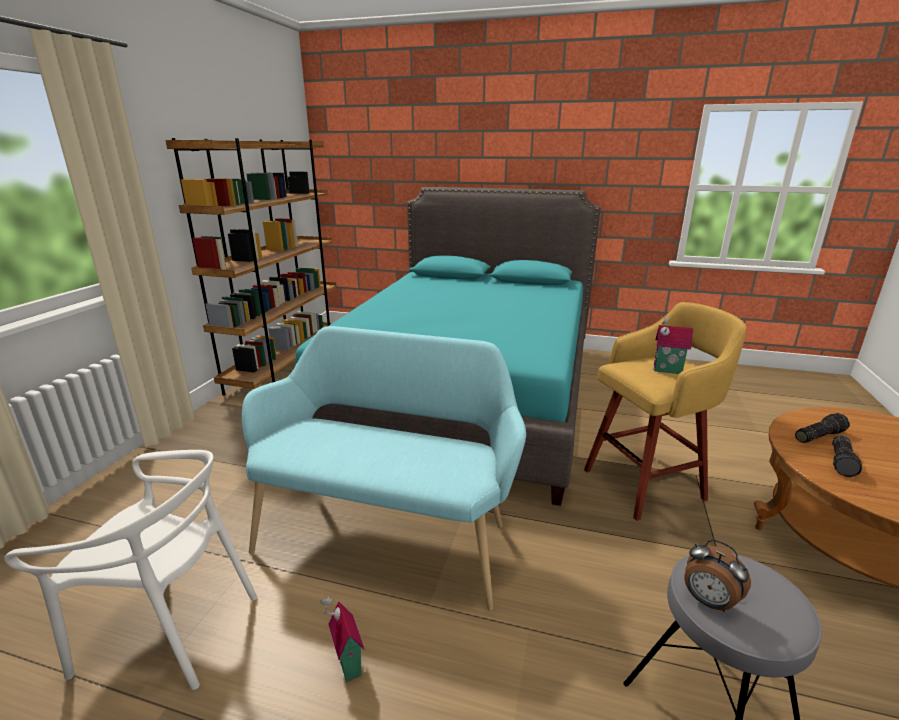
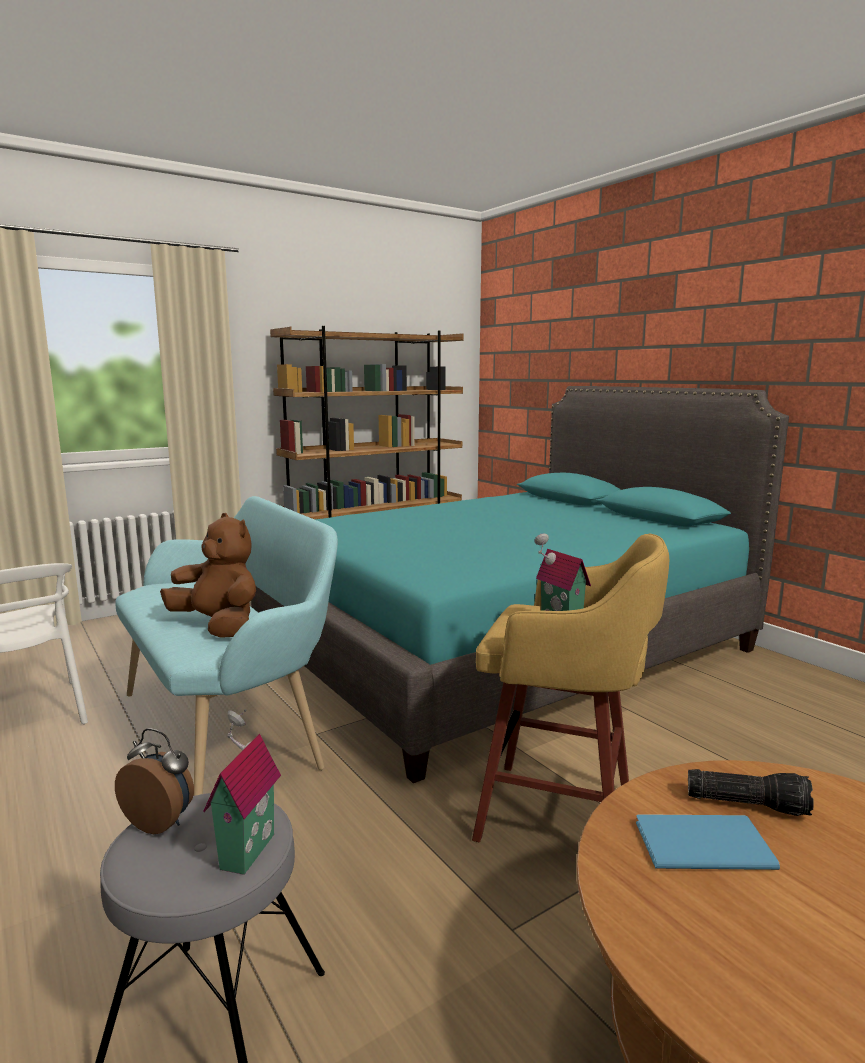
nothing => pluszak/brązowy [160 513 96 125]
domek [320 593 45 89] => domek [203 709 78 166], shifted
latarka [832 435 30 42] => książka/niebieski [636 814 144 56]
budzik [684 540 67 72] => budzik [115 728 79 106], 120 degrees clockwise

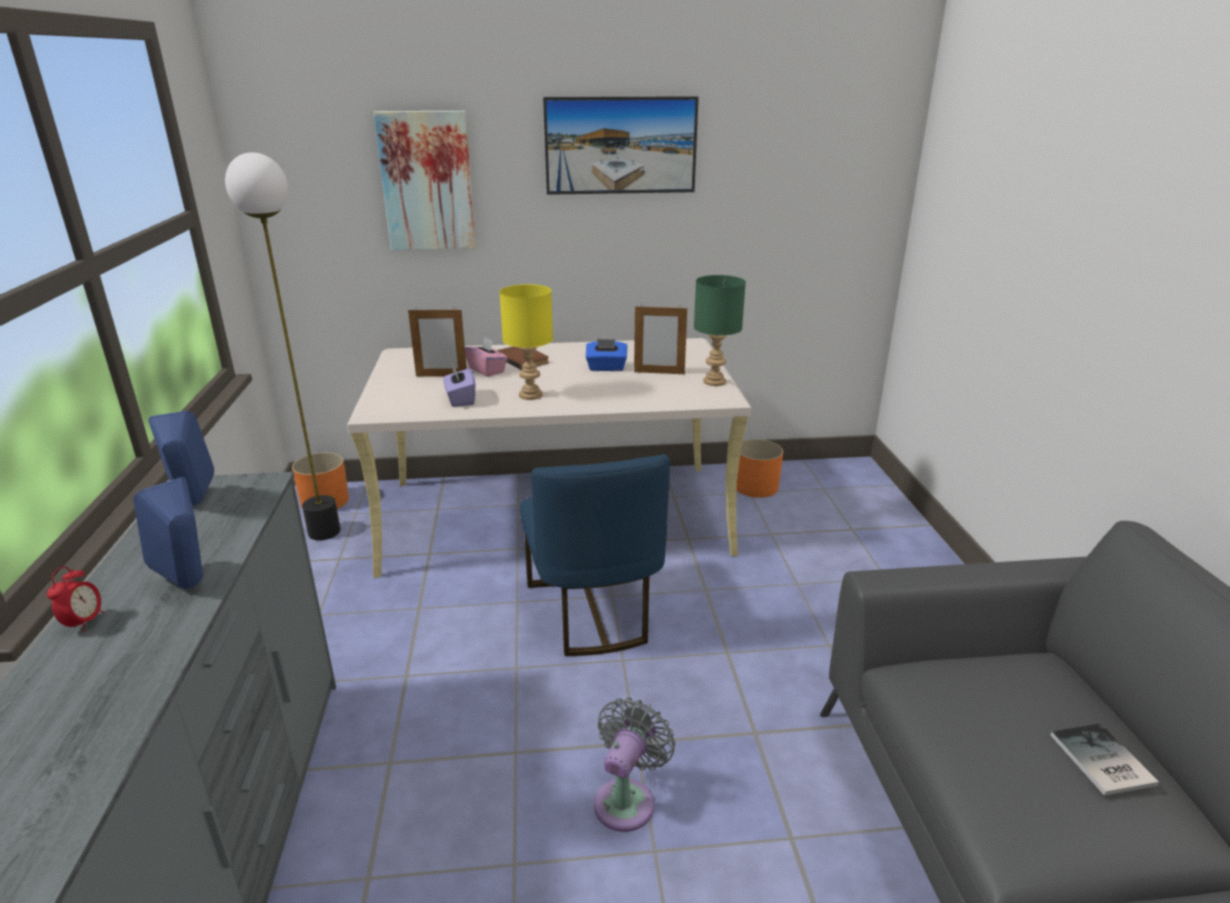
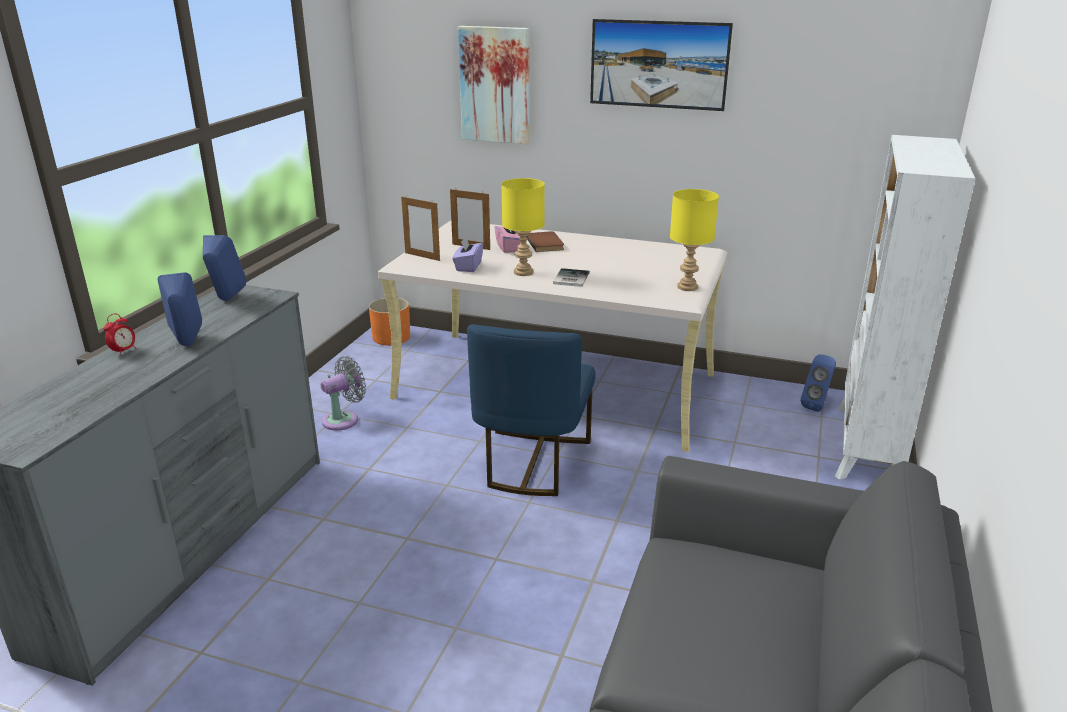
lampa stojąca [225 152 116 388] => nothing
pudełko chusteczek/niebieski [586 339 41 32] => nothing
donica/pomarańczowy [737 439 46 59] => nothing
nothing => głośnik/niebieski [801 354 35 58]
nothing => regał/biały [835 135 141 345]
wentylator/szary [594 698 82 134] => wentylator/szary [321 356 45 75], shifted
ramka na zdjęcie [634 304 53 70] => ramka na zdjęcie [401 195 39 66], shifted
książka [1050 723 109 73] => książka [553 268 37 19], shifted
lampa stołowa/zielony [694 275 52 111] => lampa stołowa/żółty [670 189 49 102]

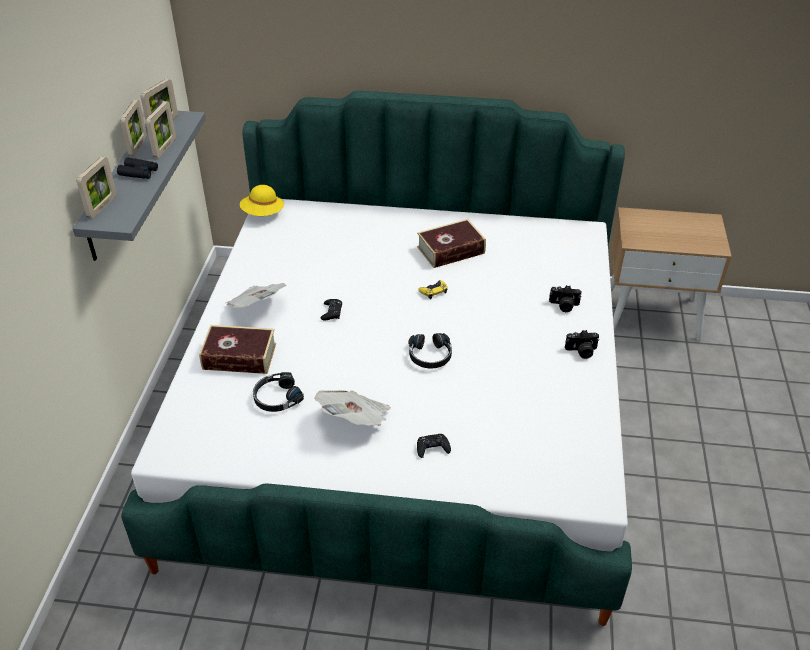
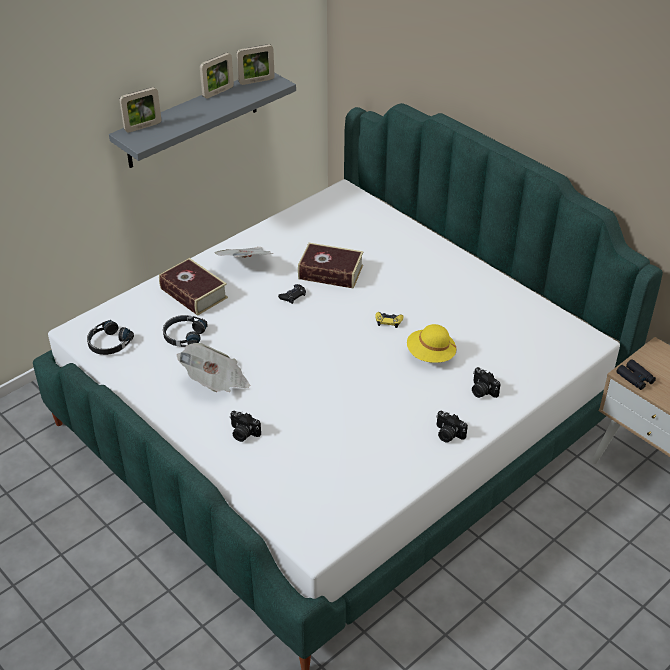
ramka na zdjęcie [146 101 30 57] => nothing
lornetka/czarny [117 157 41 22] => lornetka/czarny [616 359 40 31], shifted
kapelusz/żółty [240 185 44 31] => kapelusz/żółty [407 324 50 39], shifted
słuchawki/czarny [408 333 44 36] => słuchawki/czarny [87 320 47 35], shifted
książka [417 219 69 49] => książka [298 243 65 46], shifted
pad do gier/czarny [417 434 34 24] => aparat fotograficzny [230 411 31 31]

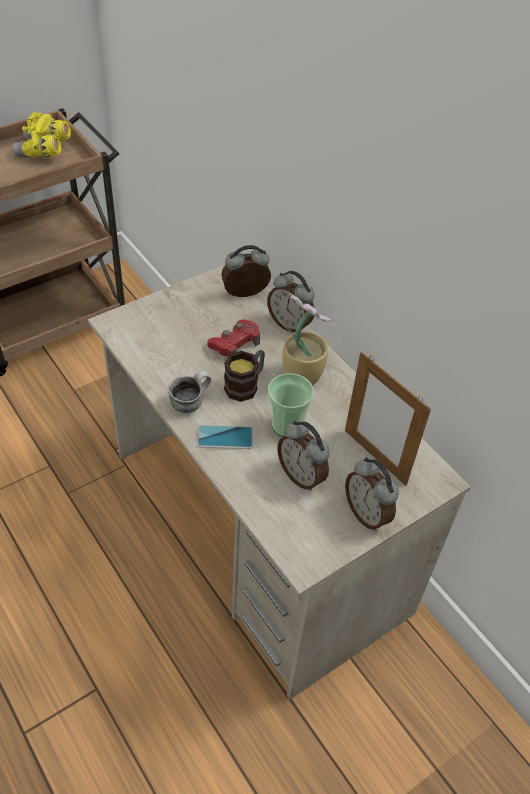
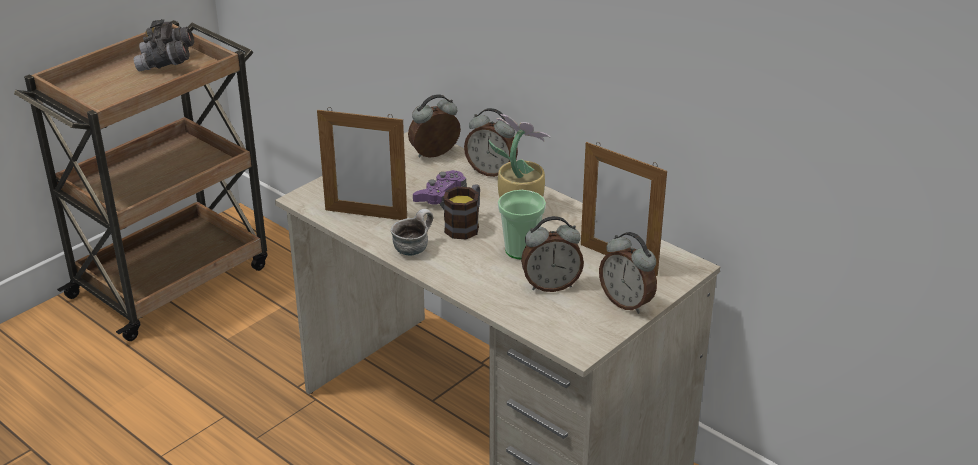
telefon [197 425 56 24] => nothing
nothing => ramka na zdjęcie [317 107 90 113]
lornetka/żółty [13 112 58 45] => lornetka/szary [133 19 61 53]
pad do gier/czerwony [208 319 52 37] => pad do gier/fioletowy [413 170 54 40]
budzik [277 421 53 70] => budzik [521 216 63 76], 45 degrees counterclockwise

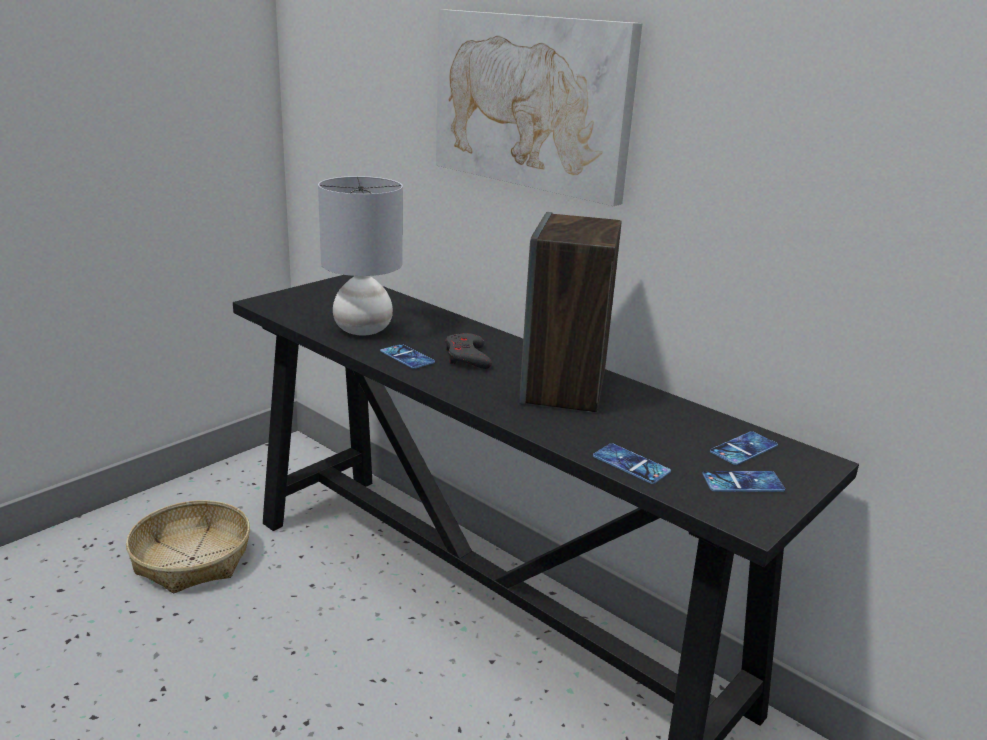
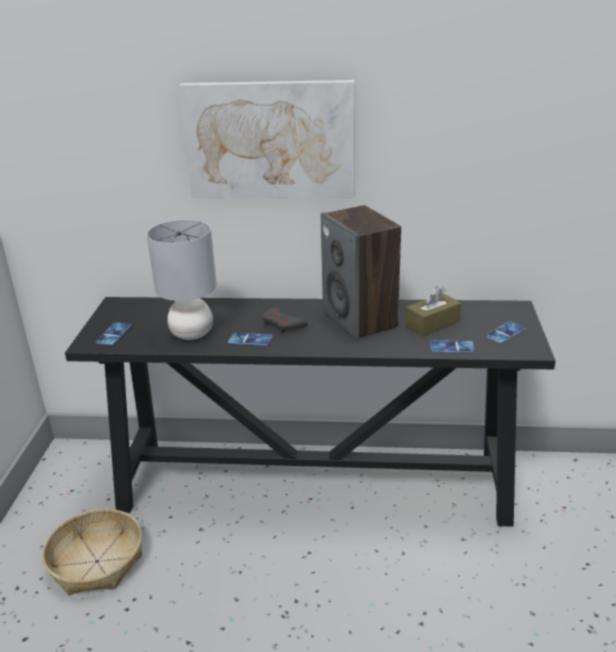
nothing => pudełko chusteczek/brązowy [405 286 56 50]
telefon [710 431 68 34] => telefon [95 322 36 23], shifted

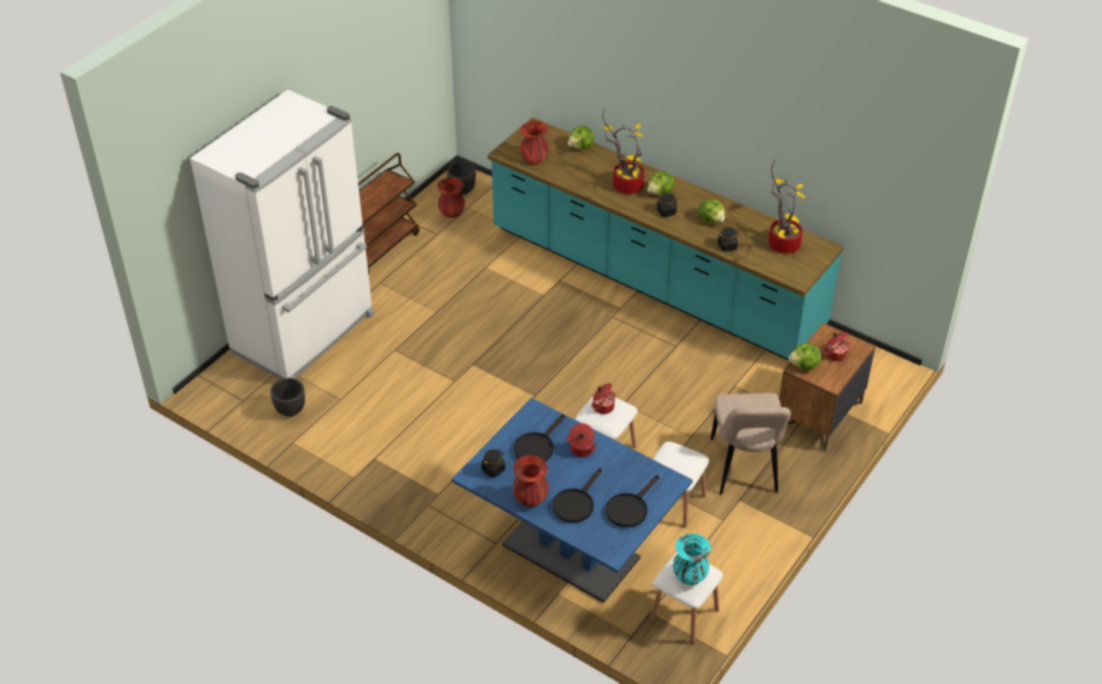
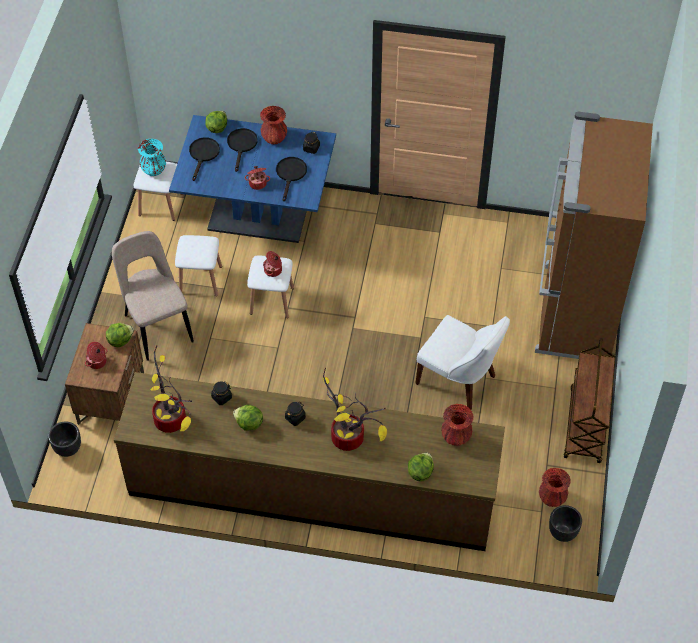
nothing => krzesło/biały [415 315 95 95]
donica/czarny [270 378 35 39] => donica/czarny [48 421 33 36], shifted
sałata [647 171 28 25] => sałata [205 111 22 22], shifted
lodówka/biały [190 90 184 289] => lodówka/brązowy [535 111 118 248]
zabudowa kuchenna/turkusowy [488 117 356 244] => zabudowa kuchenna/brązowy [114 372 391 179]

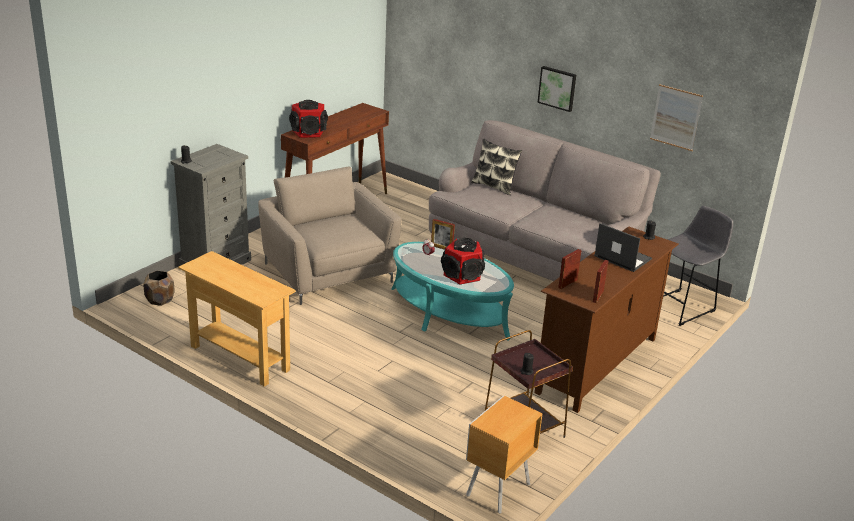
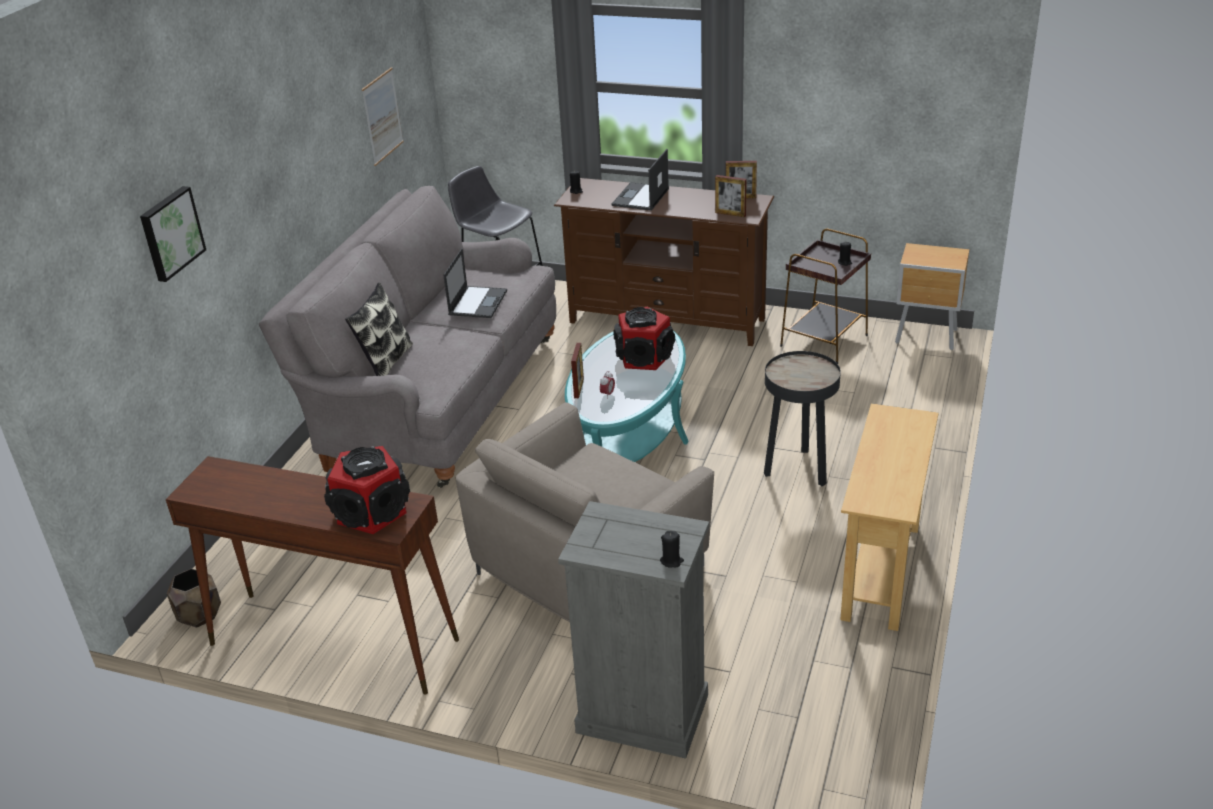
nothing => laptop [443 248 64 70]
nothing => stolik/czarny [764 351 77 135]
donica/brązowy [143 271 32 35] => donica/brązowy [167 568 54 60], shifted
obraz [537 66 39 46] => obraz [140 186 66 96], shifted

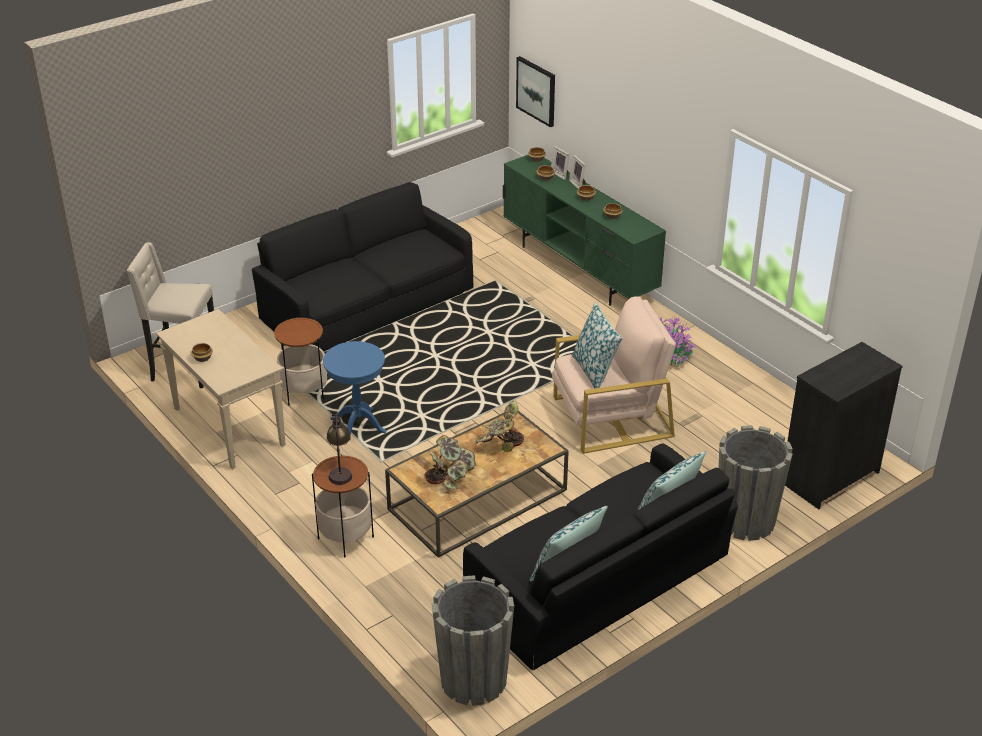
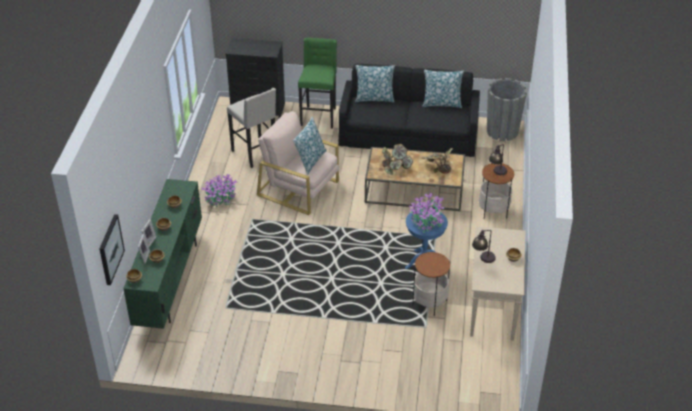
kanapa/czarny [252 182 221 170] => nothing
nothing => roślina doniczkowa [409 193 36 40]
nothing => lampa stołowa [472 230 24 33]
stołek/beżowy [126 242 88 146] => stołek/beżowy [227 88 49 80], shifted
donica/szary [719 425 74 116] => stołek/zielony [298 38 39 91]

